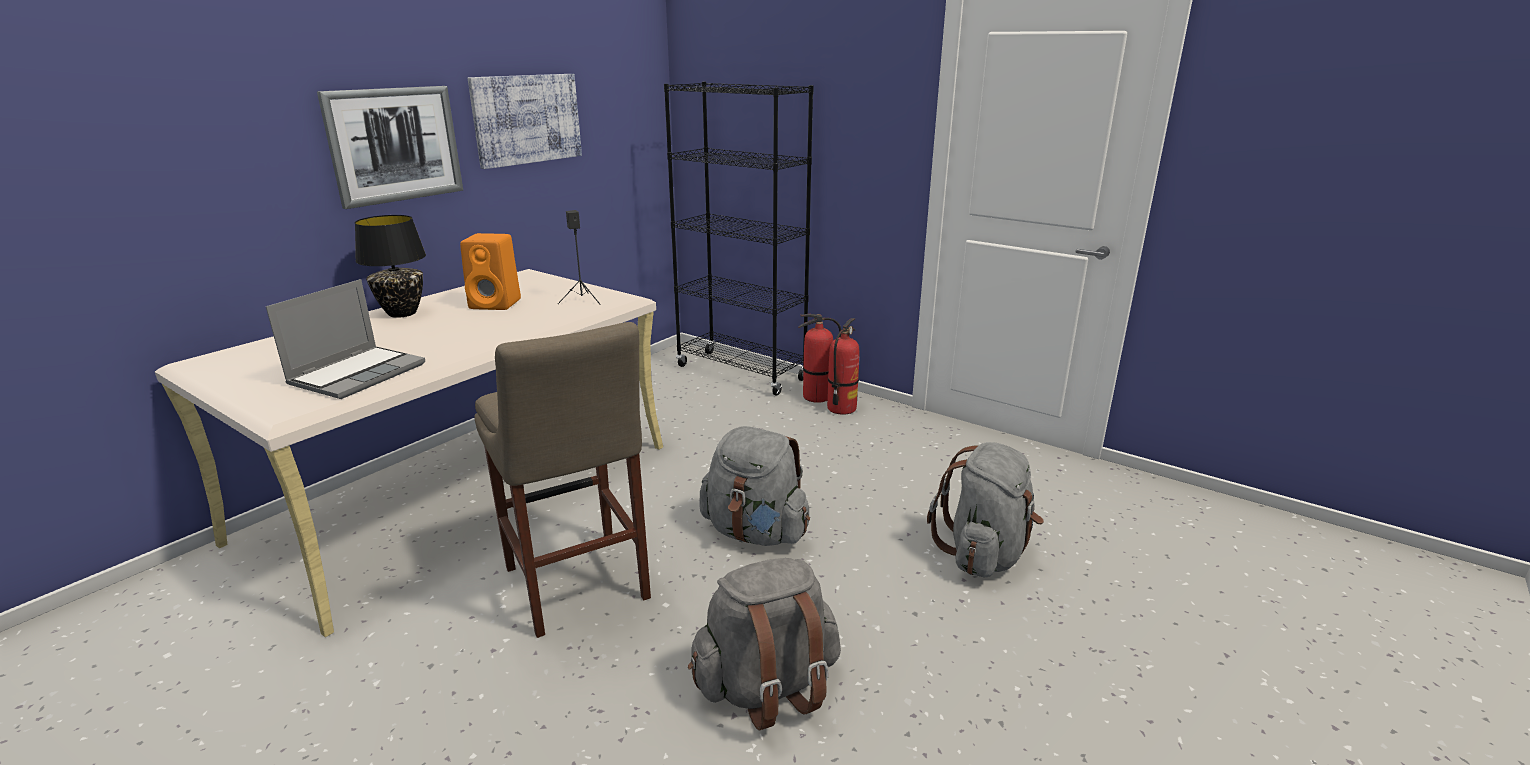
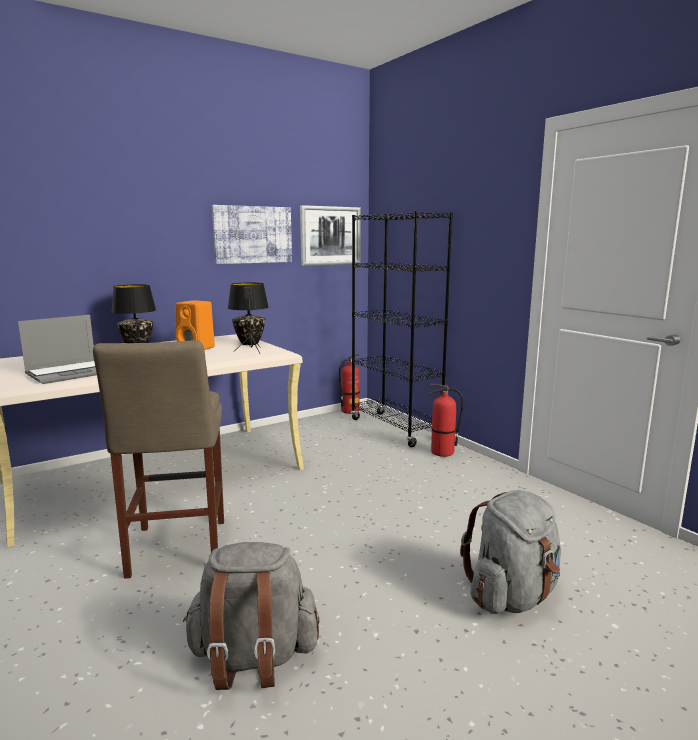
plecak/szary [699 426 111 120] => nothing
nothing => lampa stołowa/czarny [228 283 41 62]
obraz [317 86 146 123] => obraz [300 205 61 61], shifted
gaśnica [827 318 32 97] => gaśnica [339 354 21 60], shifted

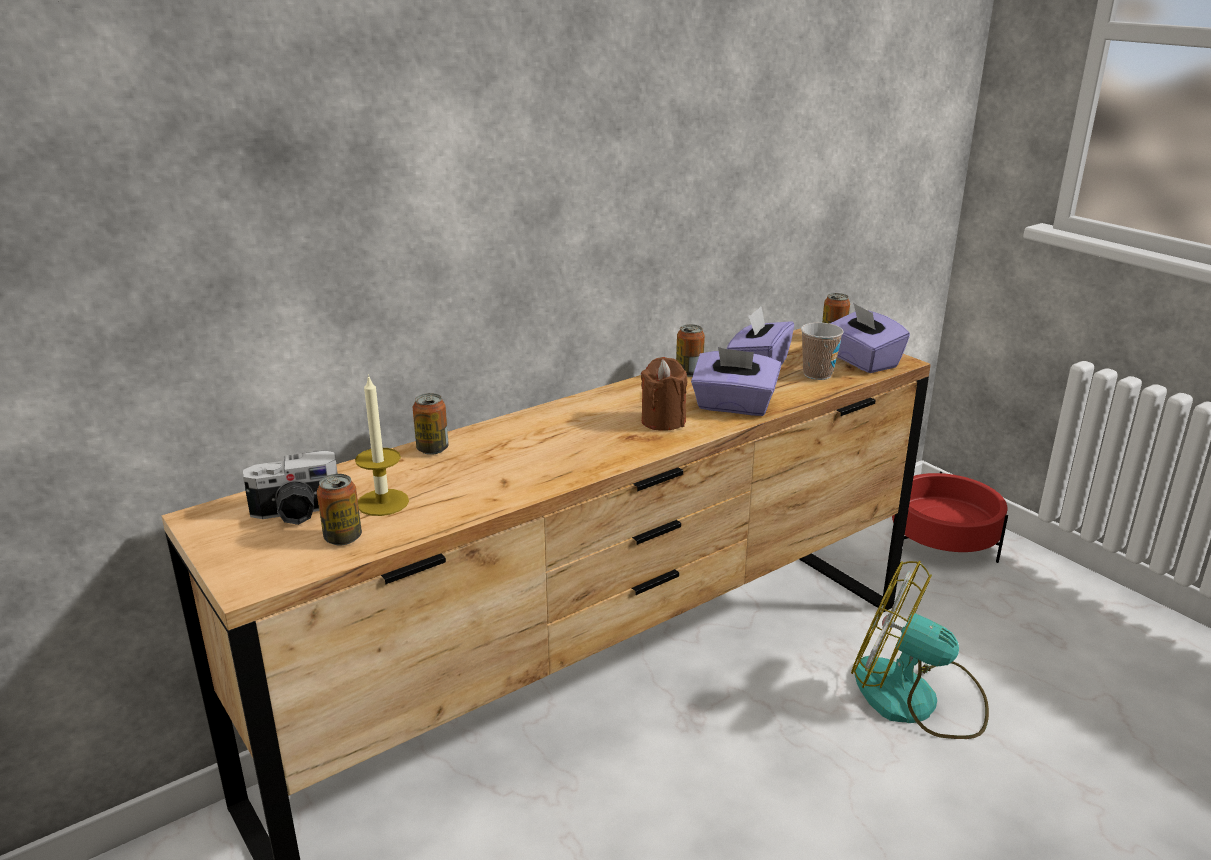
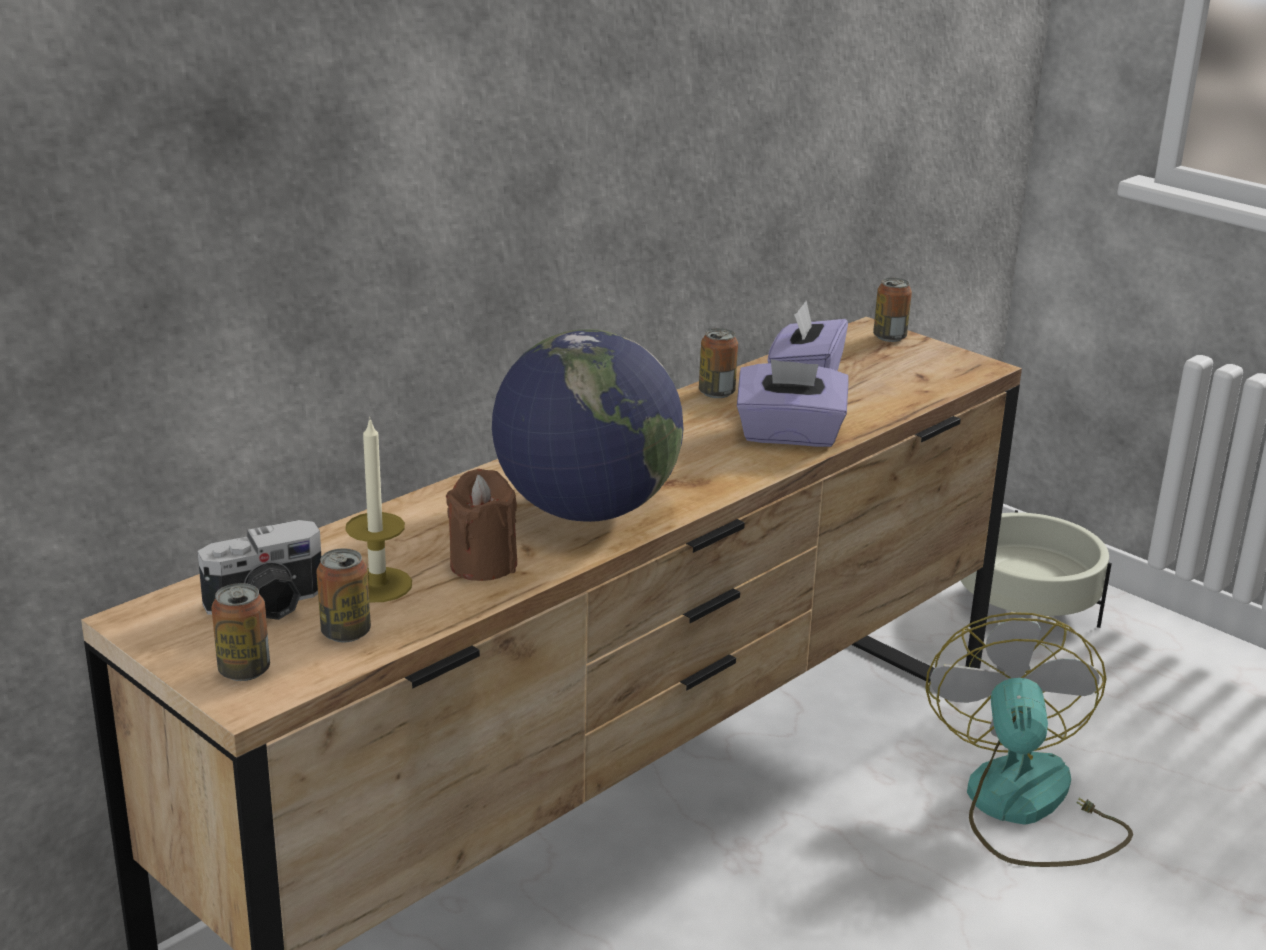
filiżanka [801 323 43 57] => nothing
pudełko chusteczek/fioletowy [829 303 81 70] => nothing
nothing => globus [492 329 192 193]
puszka [413 393 36 62] => puszka [211 583 59 98], shifted
świeca/brązowy [641 357 46 74] => świeca/brązowy [446 469 71 112], shifted
donica/czerwony [892 472 116 91] => donica/beżowy [960 510 152 118]
wentylator [851 561 138 178] => wentylator [925 612 208 255], 75 degrees clockwise

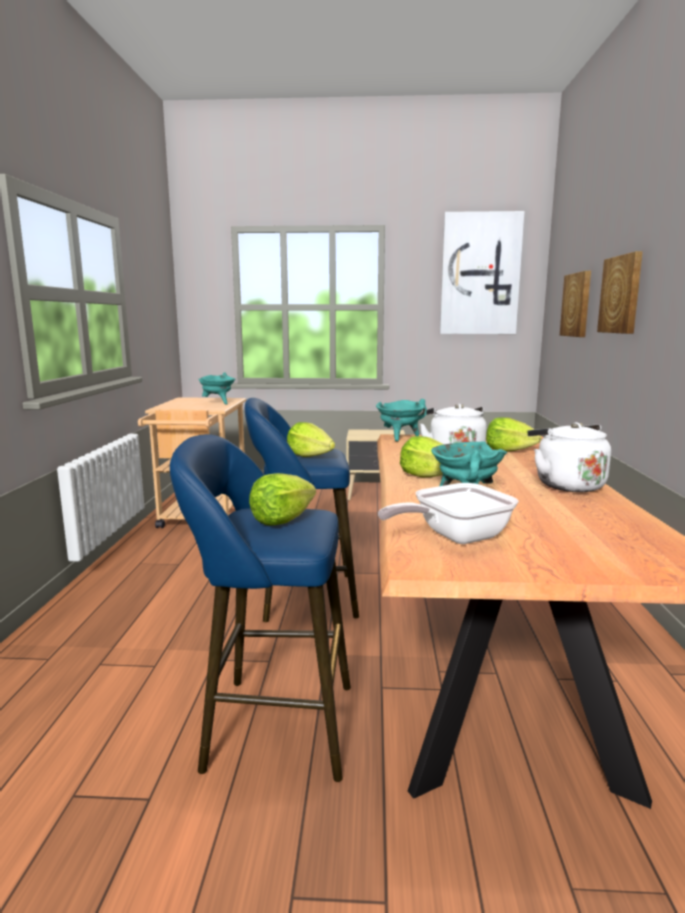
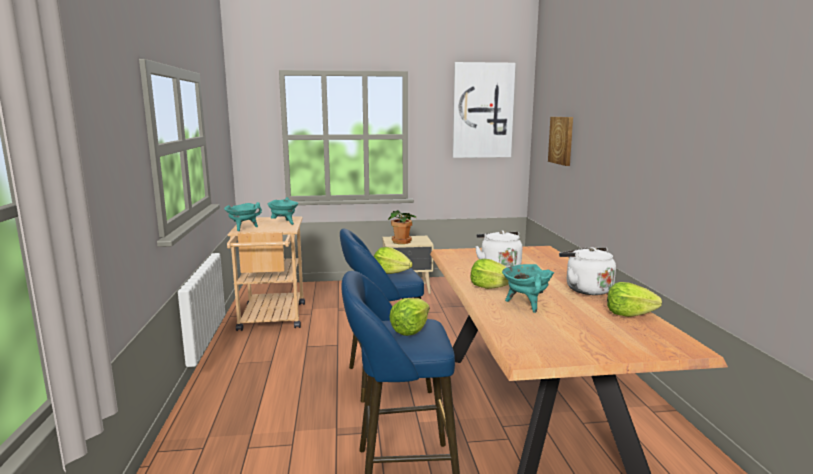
patelnia [378 483 141 61] => nothing
obraz [597 251 46 83] => nothing
nothing => roślina doniczkowa [388 210 29 34]
garnek/turkusowy [376 399 51 42] => garnek/turkusowy [224 202 38 29], shifted
sałata [486 417 55 35] => sałata [607 282 55 35], shifted

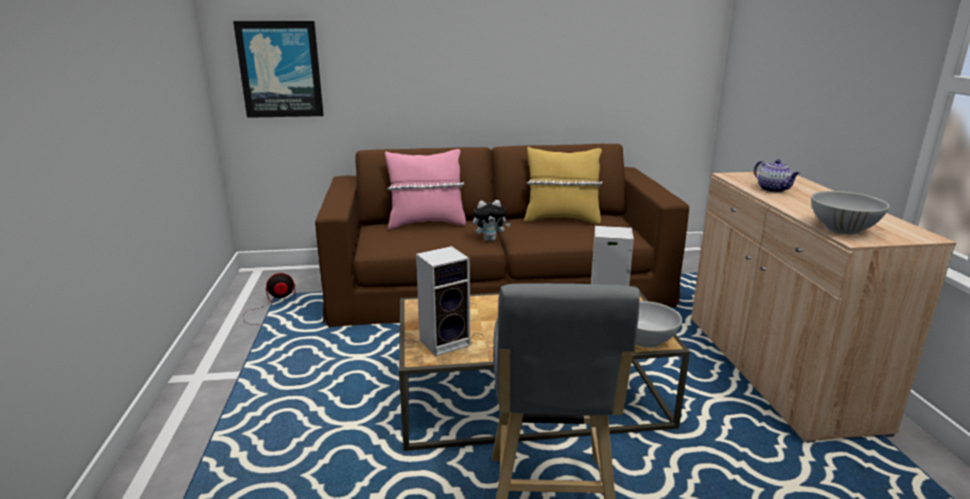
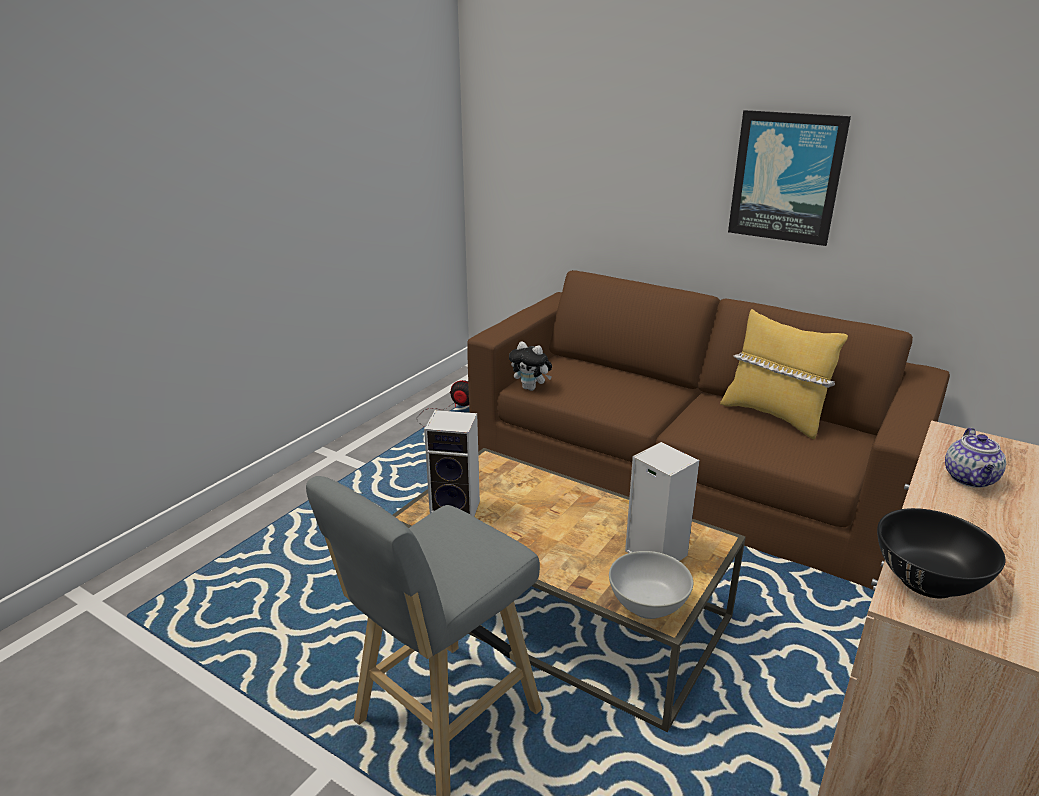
poduszka/różowy [385 149 81 80] => nothing
obraz [233 21 91 97] => obraz [728 110 123 136], shifted
pluszak [473 200 38 41] => pluszak [509 341 43 50], shifted
miska/biały [811 191 79 44] => miska/czarny [877 508 128 90]

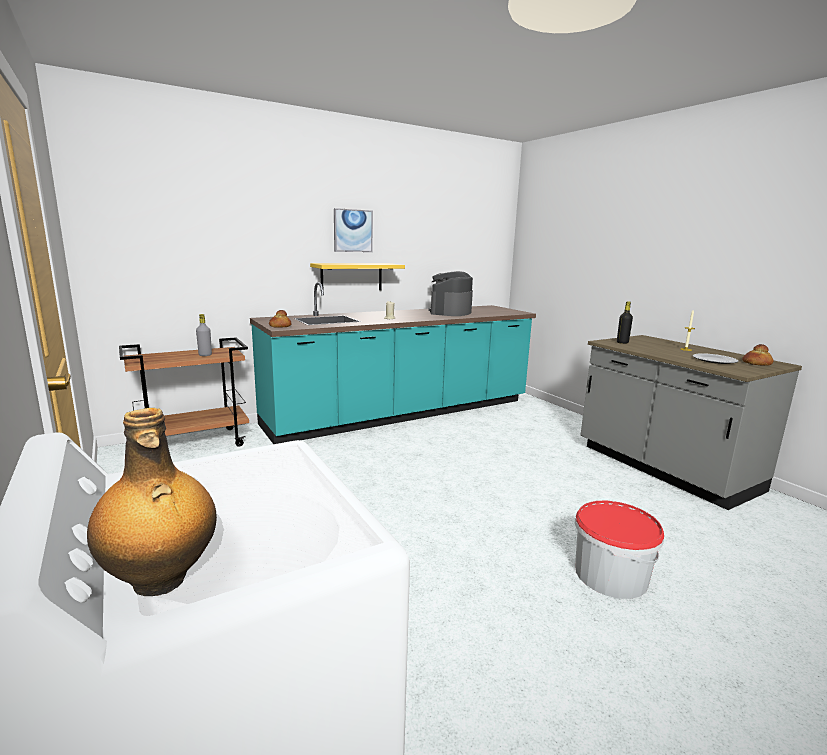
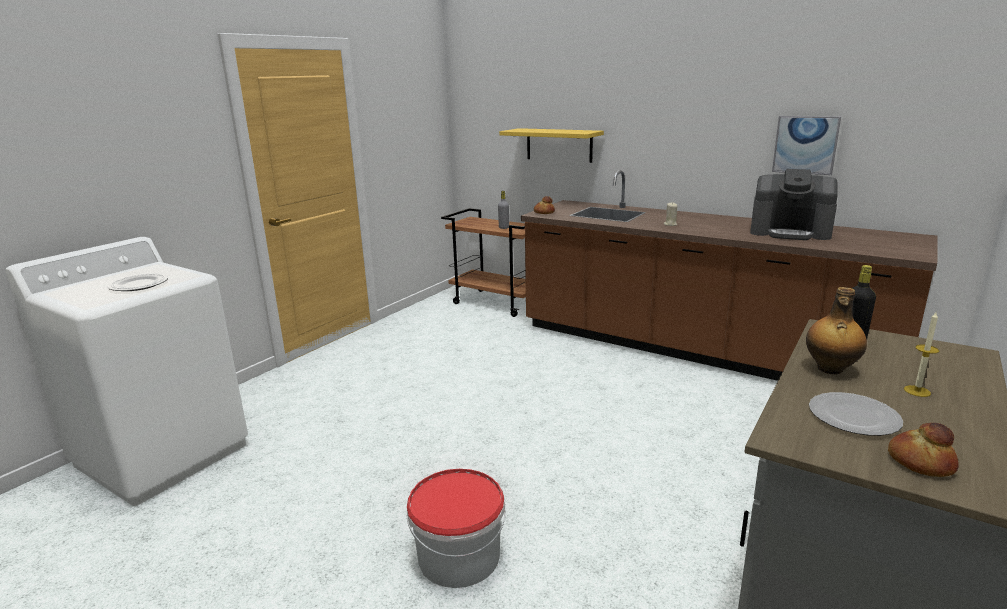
nothing => talerz [108 273 60 18]
butelka [87 408 130 188] => butelka [806 287 61 87], shifted
półka/żółty [310 263 95 27] => półka/żółty [499 128 105 35], shifted
obraz [334 208 39 44] => obraz [772 116 69 59], shifted
zabudowa kuchenna/turkusowy [250 282 286 162] => zabudowa kuchenna/brązowy [521 170 417 211]
ekspres do kawy [428 271 45 45] => ekspres do kawy [750 169 88 71], 150 degrees counterclockwise

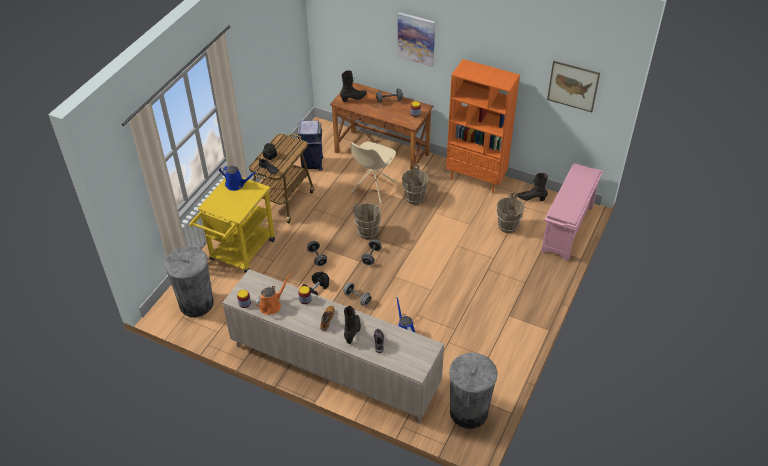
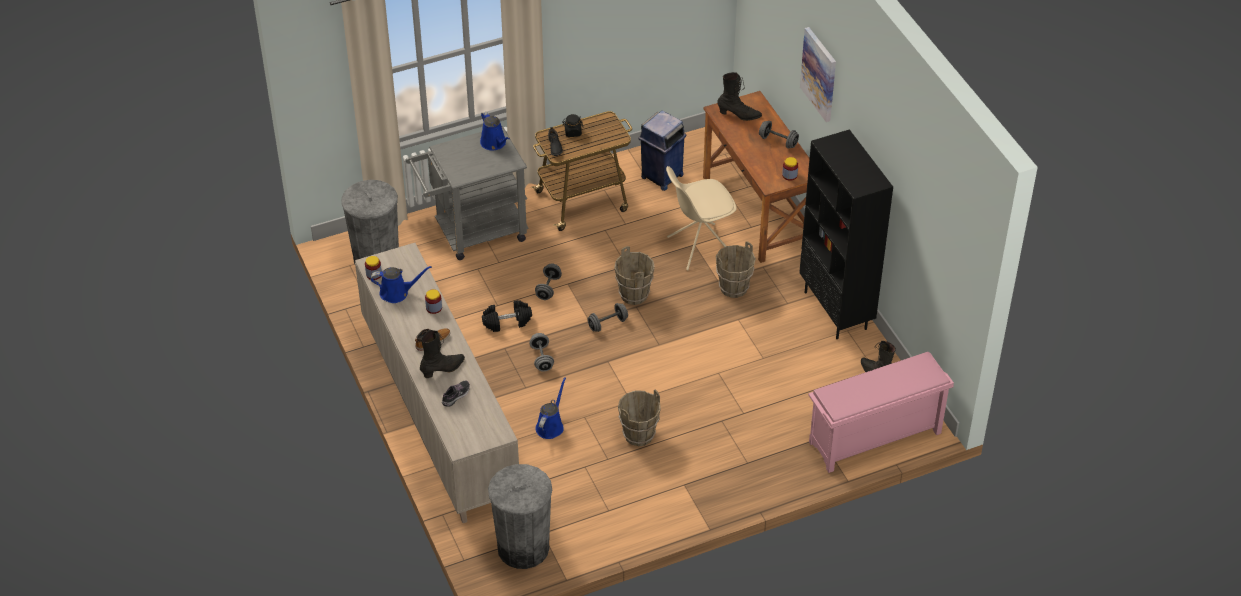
obraz [547 61 53 51] => nothing
wiadro/brązowy [496 192 28 41] => wiadro/brązowy [618 390 43 57], shifted
wózek/żółty [189 177 86 96] => wózek/szary [405 126 124 134]
konewka/pomarańczowy [254 272 38 43] => konewka/niebieski [371 266 61 37]
regał/pomarańczowy [446 59 74 134] => regał/czarny [799 129 94 210]

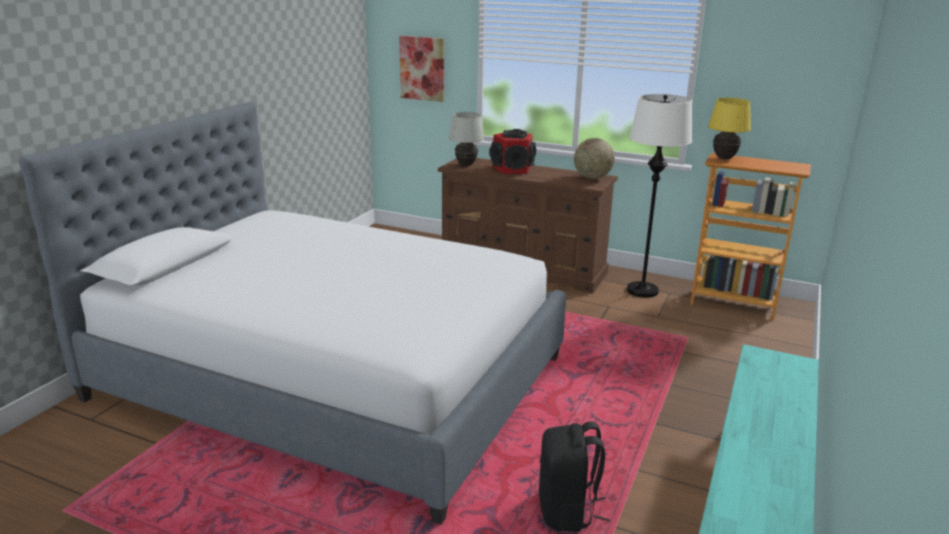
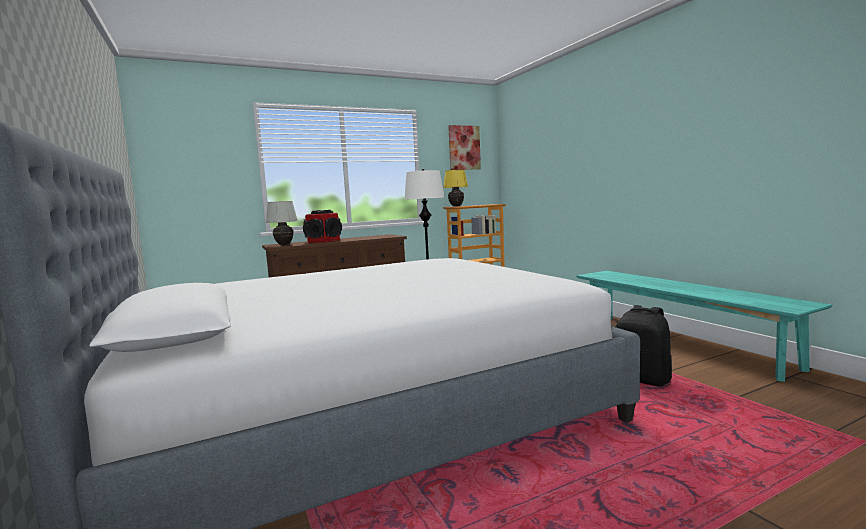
globus [574 138 41 41] => nothing
obraz [399 36 45 66] => obraz [448 125 33 45], shifted

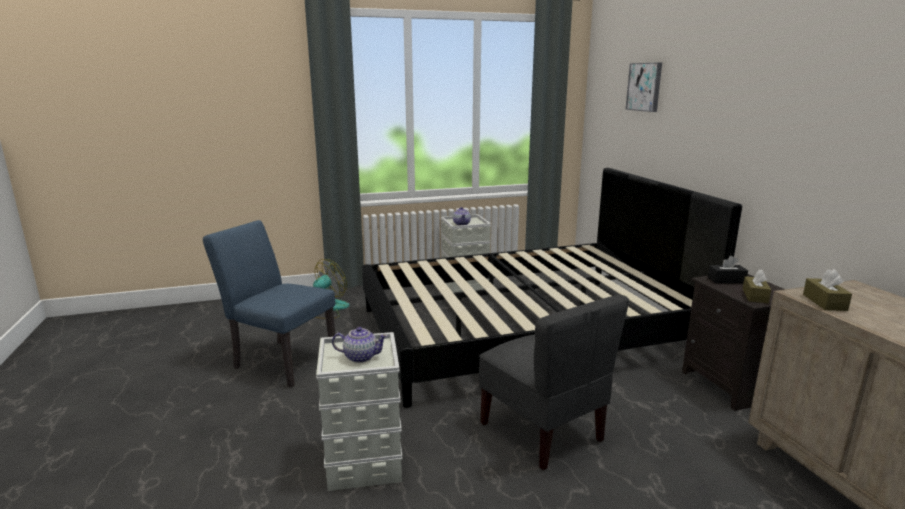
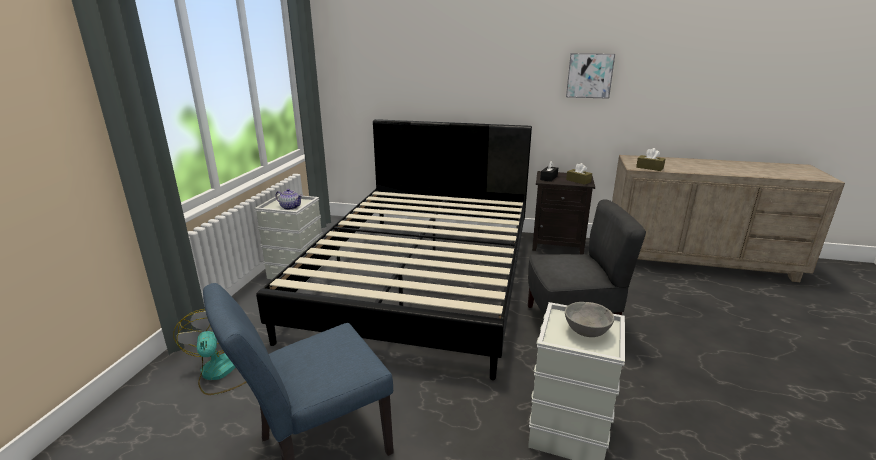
obraz [626 62 36 50] => obraz [566 53 49 46], shifted
imbryk [332 327 56 36] => miska/szary [565 302 49 35]

